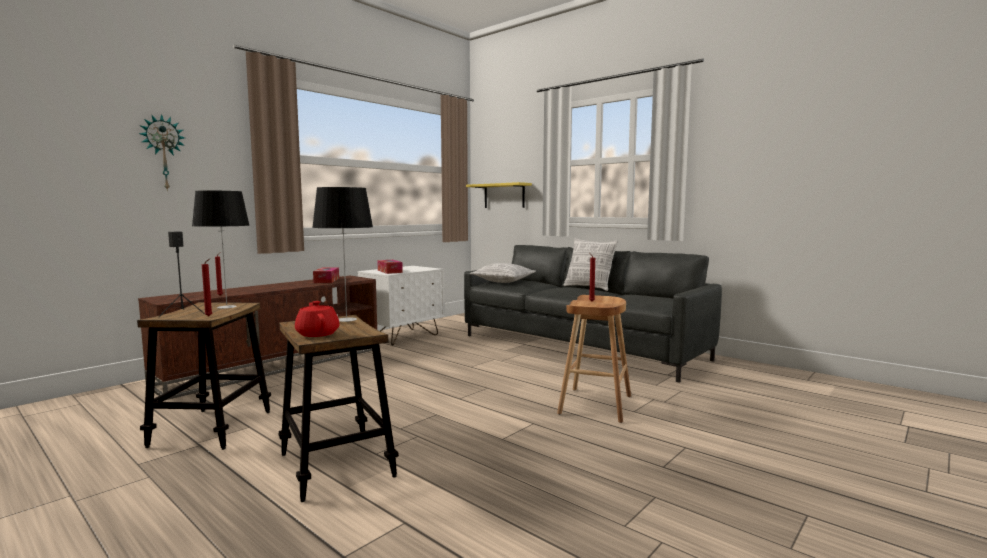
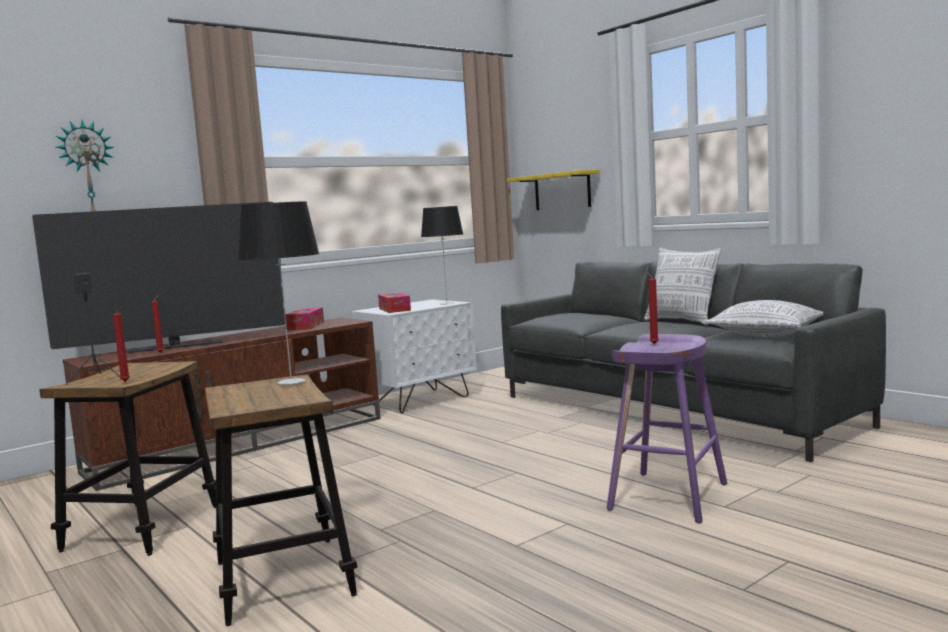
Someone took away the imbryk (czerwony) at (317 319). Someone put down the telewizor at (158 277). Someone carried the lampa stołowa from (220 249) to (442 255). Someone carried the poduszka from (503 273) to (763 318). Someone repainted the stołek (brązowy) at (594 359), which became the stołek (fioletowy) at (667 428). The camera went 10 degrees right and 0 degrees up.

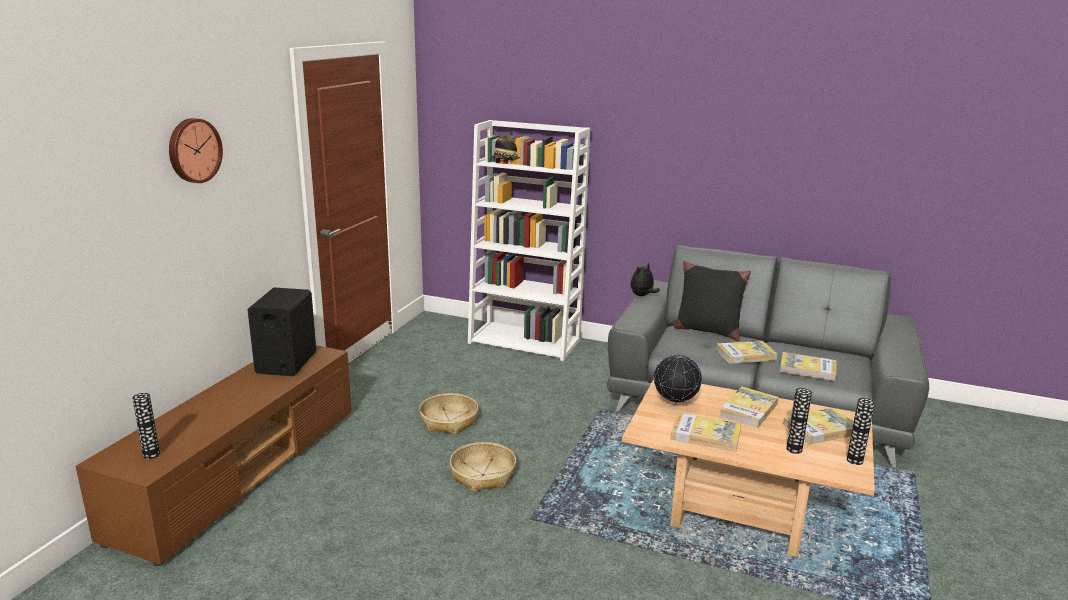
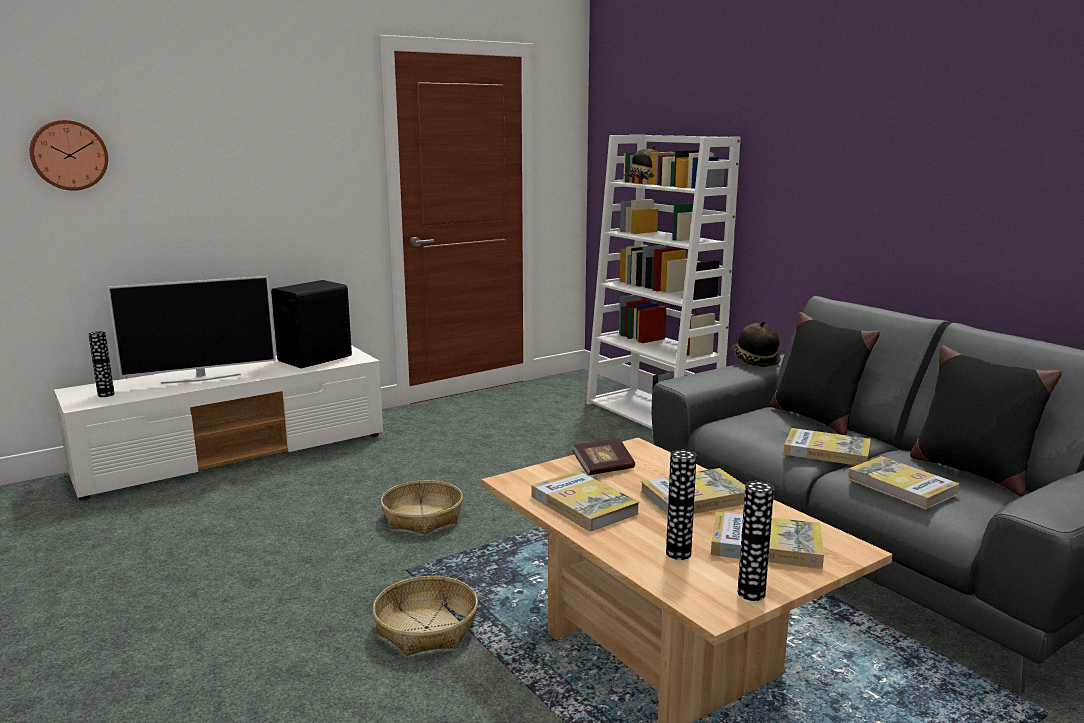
Someone put down the telewizor at (191 330). Someone put down the poduszka (czarny) at (986 421). Someone carried the zegar ścienny from (196 150) to (69 155). Someone carried the koszyk from (448 414) to (425 616). Someone swapped the pluszak at (645 279) for the kapelusz at (756 344). Someone swapped the globus at (677 378) for the książka at (603 456). Someone repainted the szafka pod telewizor (brązowy) at (214 455), which became the szafka pod telewizor (biały) at (218 422). The camera went 35 degrees right and 5 degrees down.

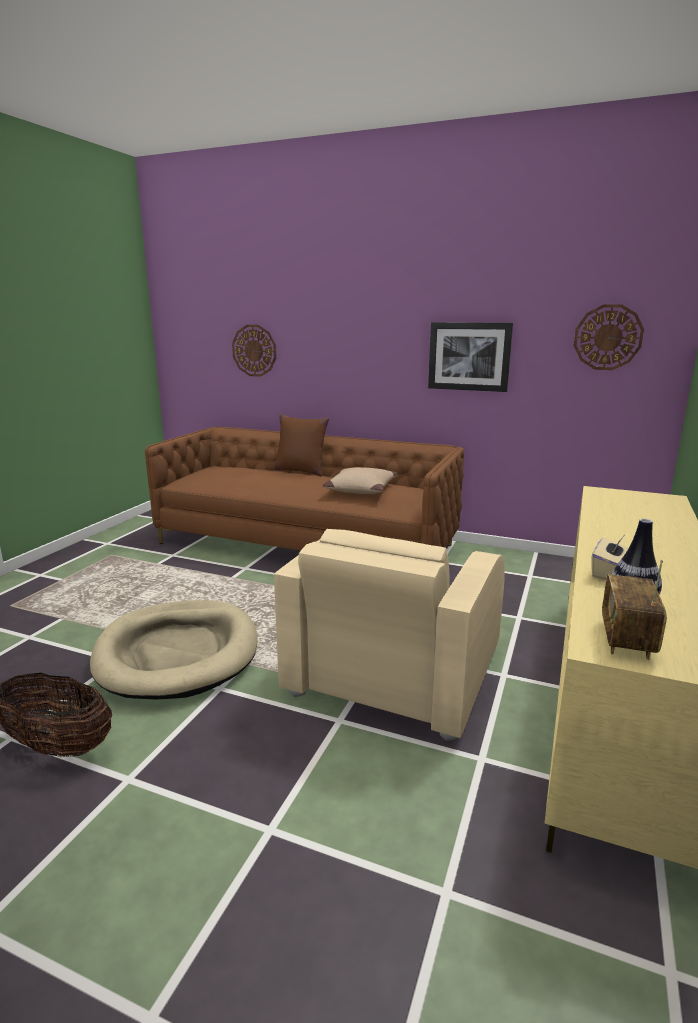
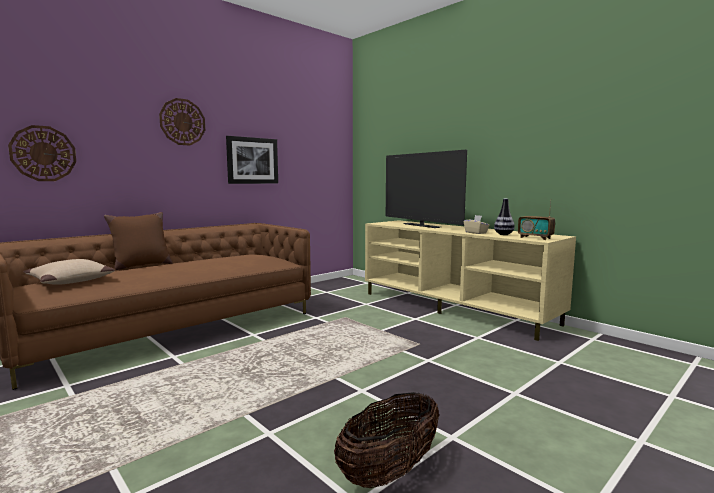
Someone took away the legowisko (beżowy) at (174 650). Someone took away the fotel (beżowy) at (389 635). Someone put down the telewizor at (426 189). Someone carried the poduszka (beżowy) from (360 480) to (69 272). Someone carried the zegar ścienny from (609 337) to (182 122). The camera went 65 degrees left and 10 degrees down.

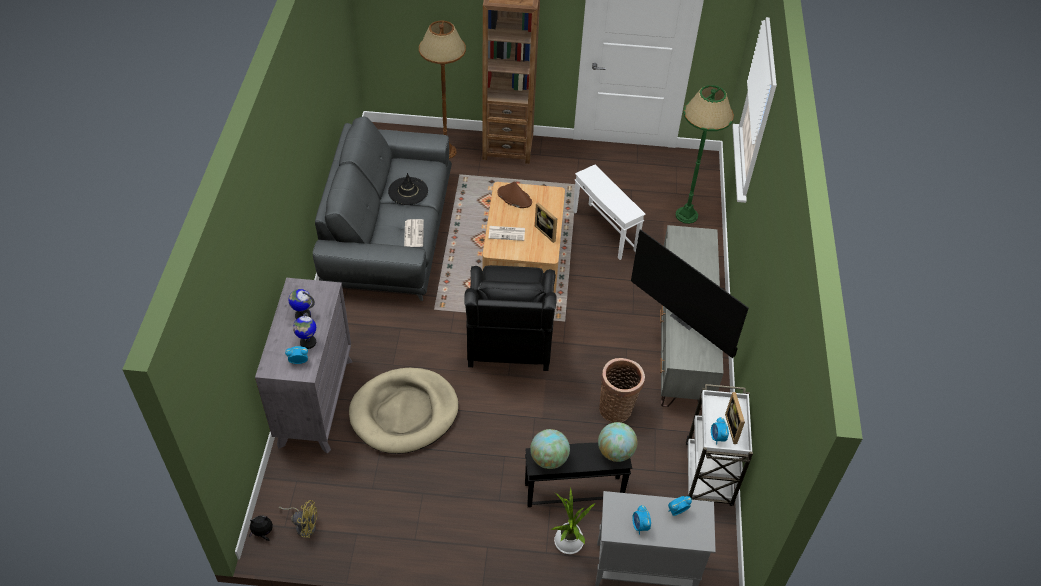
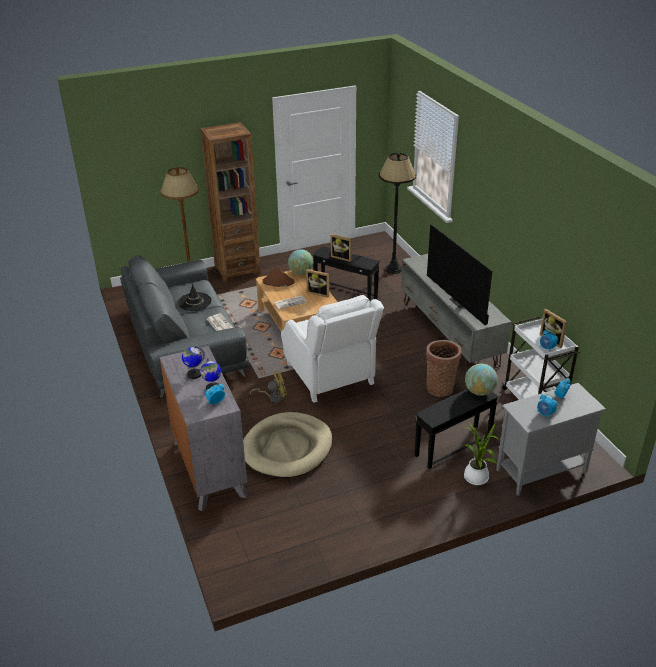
Someone took away the pluszak at (261 528). Someone put down the ramka na zdjęcie at (341 248). Someone carried the wentylator (żółty) from (298 519) to (268 387). Someone carried the globus from (550 449) to (300 262). Someone repainted the fotel (czarny) at (510 318), which became the fotel (biały) at (332 349). Someone repainted the stolik (biały) at (609 212), which became the stolik (czarny) at (346 273). Someone repainted the lampa stojąca (zielony) at (705 154), which became the lampa stojąca (czarny) at (397 213). Someone rotated the telewizor at (690 293) by 45 degrees clockwise. The camera went 25 degrees left and 15 degrees down.

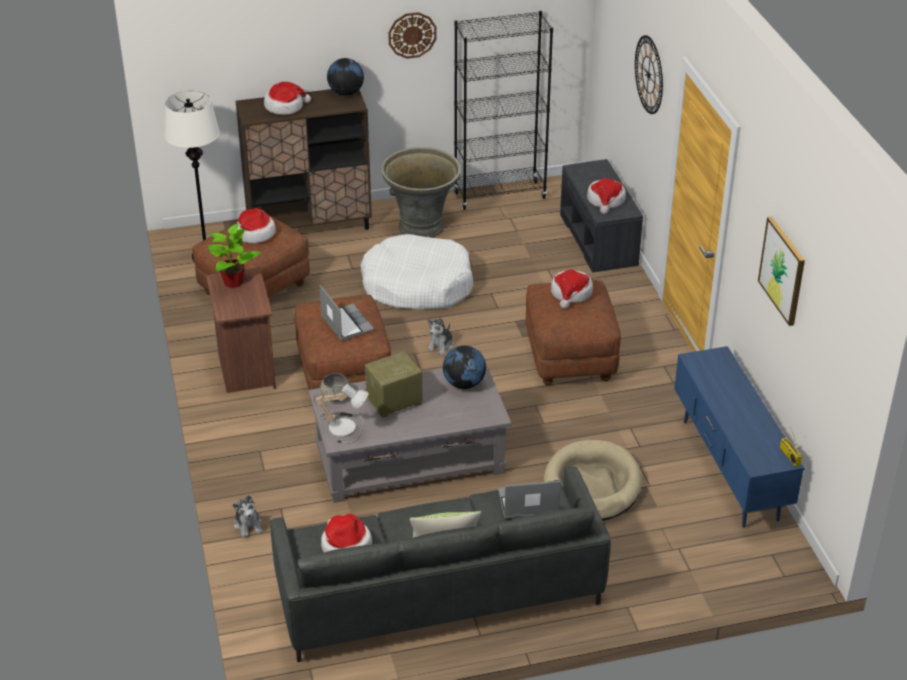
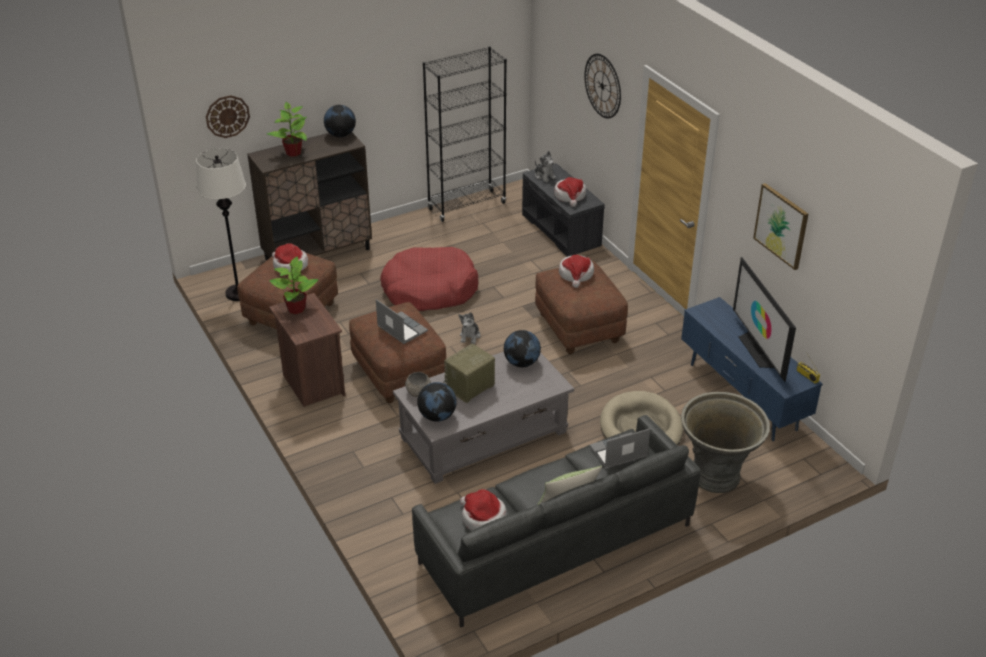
Someone put down the telewizor at (764 319). Someone carried the pluszak from (247 516) to (545 166). Someone carried the donica (szary) from (421 192) to (725 442). Someone carried the zegar ścienny from (412 35) to (228 116). Someone swapped the kapelusz at (287 98) for the roślina doniczkowa at (287 129). Someone swapped the lampa stołowa at (341 414) for the globus at (437 402). Someone repainted the legowisko (biały) at (416 272), which became the legowisko (czerwony) at (429 279). The camera went 15 degrees left and 0 degrees up.

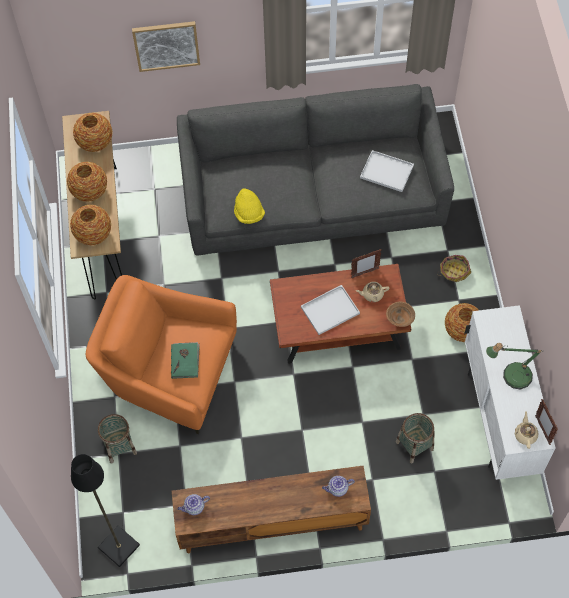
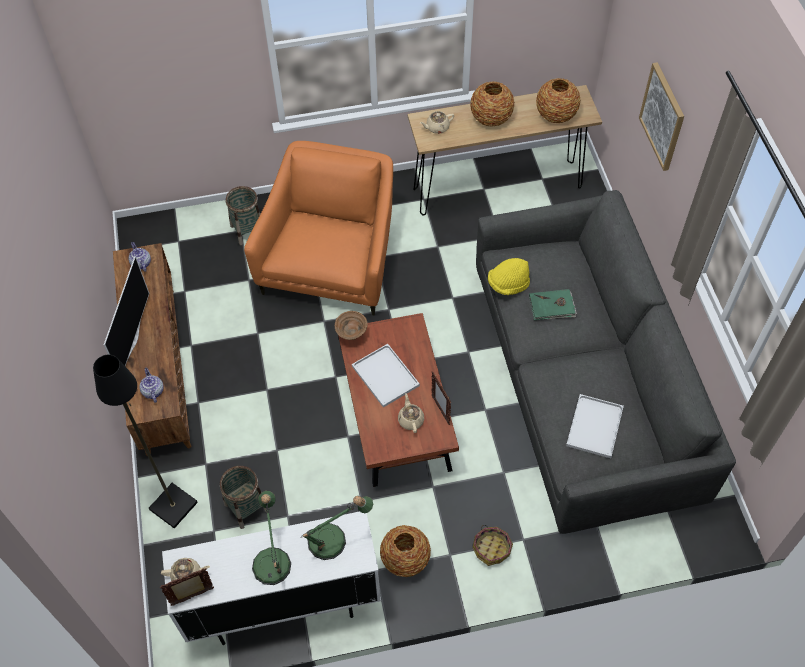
Someone put down the telewizor at (126 311). Someone put down the lampa stołowa at (336 528). Someone carried the lampa stojąca (czarny) from (105 510) to (145 441). Someone carried the książka (zielony) from (185 360) to (553 304). Someone carried the miska (brązowy) from (400 314) to (351 325). Someone swapped the wazon at (90 225) for the imbryk (beżowy) at (437 122). The camera went 85 degrees right and 5 degrees down.

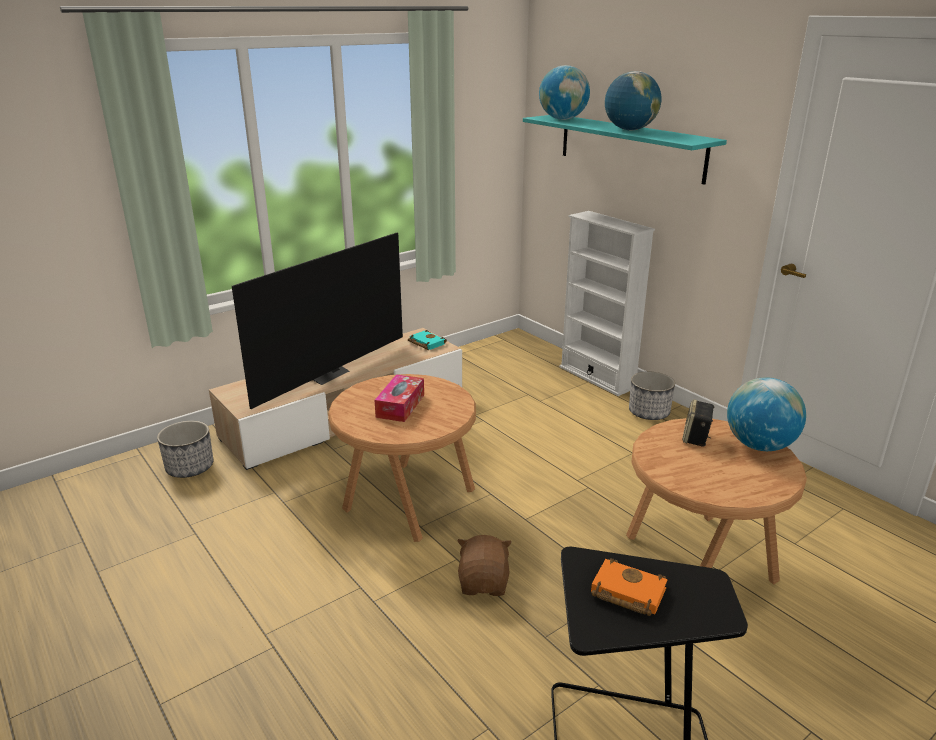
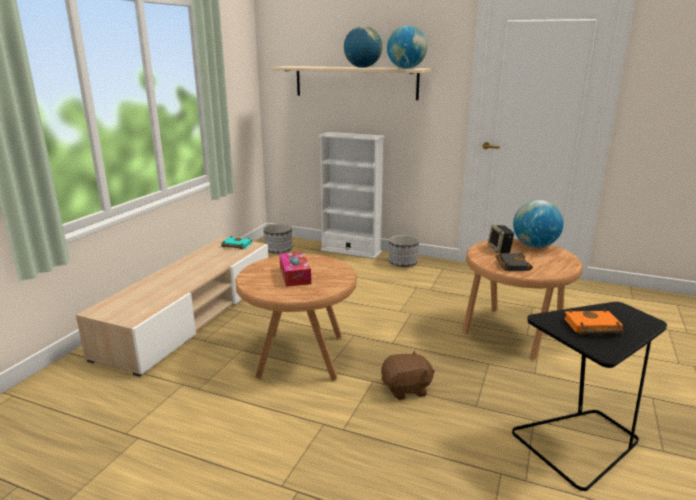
Someone took away the telewizor at (317 320). Someone put down the książka (czarny) at (514 262). Someone carried the donica from (185 449) to (277 239). Someone carried the globus from (564 92) to (407 47). Someone repainted the półka (turkusowy) at (625 150), which became the półka (beżowy) at (351 83). Someone rotated the pluszak (brązowy) at (484 565) by 105 degrees clockwise. The camera went 30 degrees left and 5 degrees down.

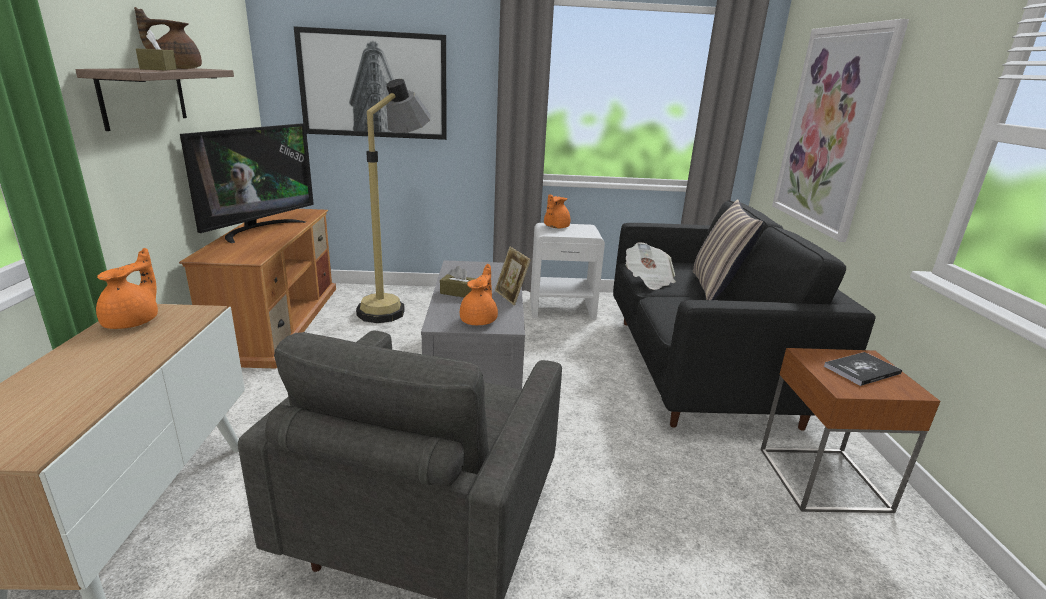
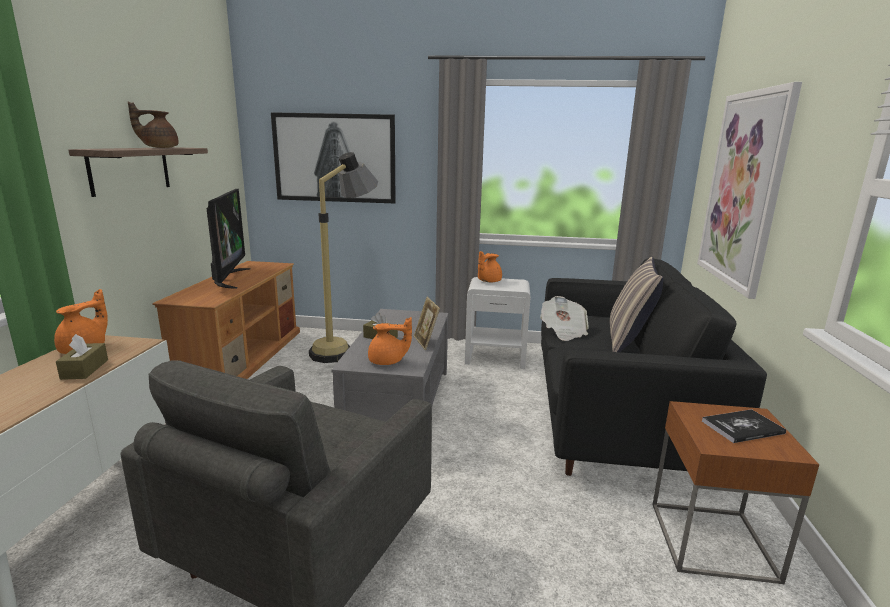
Someone carried the pudełko chusteczek (brązowy) from (156 50) to (82 357). Someone rotated the telewizor at (247 183) by 45 degrees counterclockwise. Someone rotated the imbryk (pomarańczowy) at (479 294) by 60 degrees clockwise. The camera went 10 degrees right and 5 degrees down.

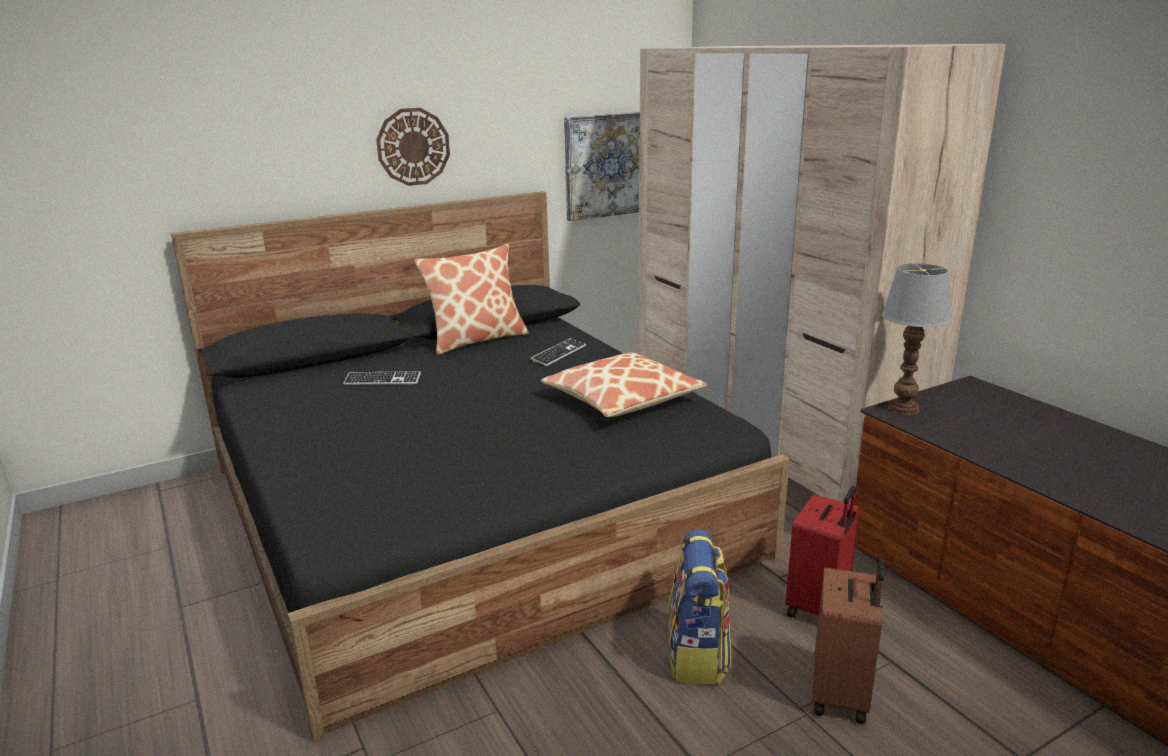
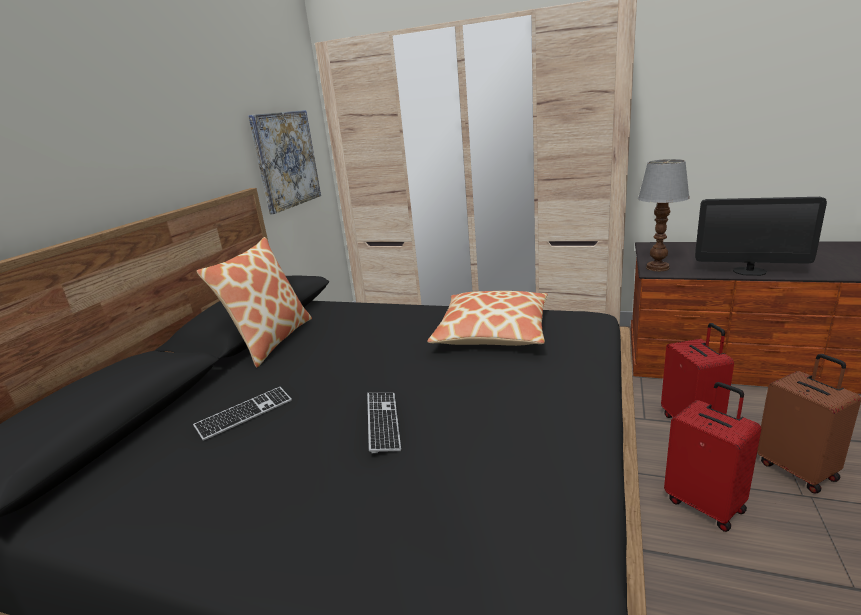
Someone took away the zegar ścienny at (413 147). Someone put down the monitor at (761 236). Someone carried the klawiatura from (558 352) to (384 423). Someone swapped the plecak at (699 607) for the walizka (czerwony) at (712 457). The camera went 40 degrees left and 0 degrees up.

